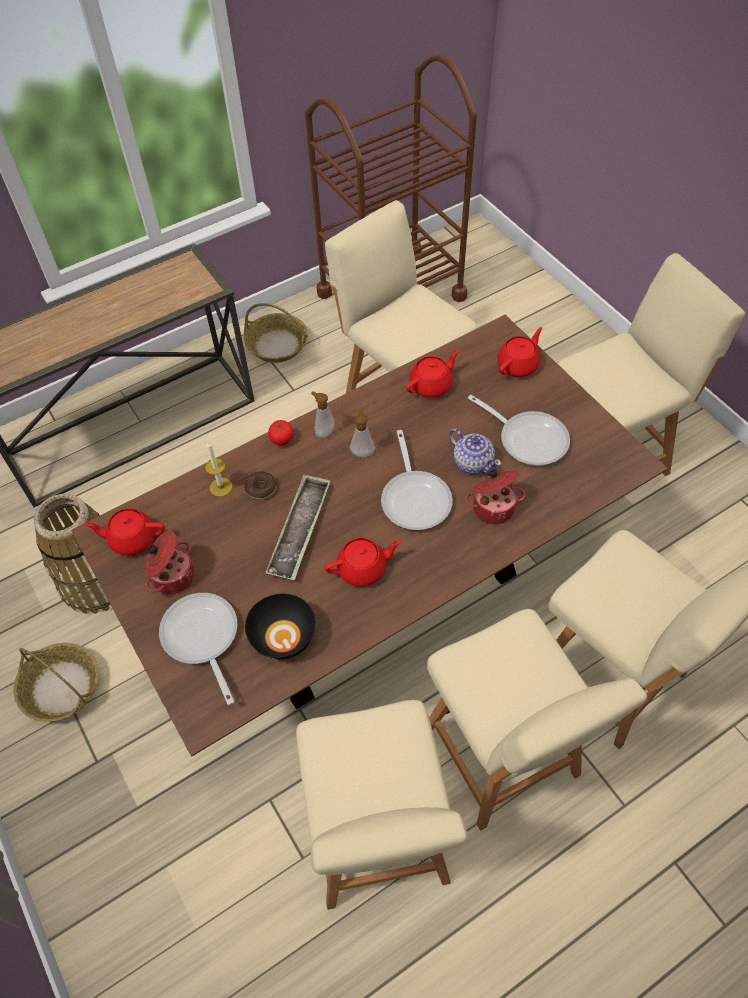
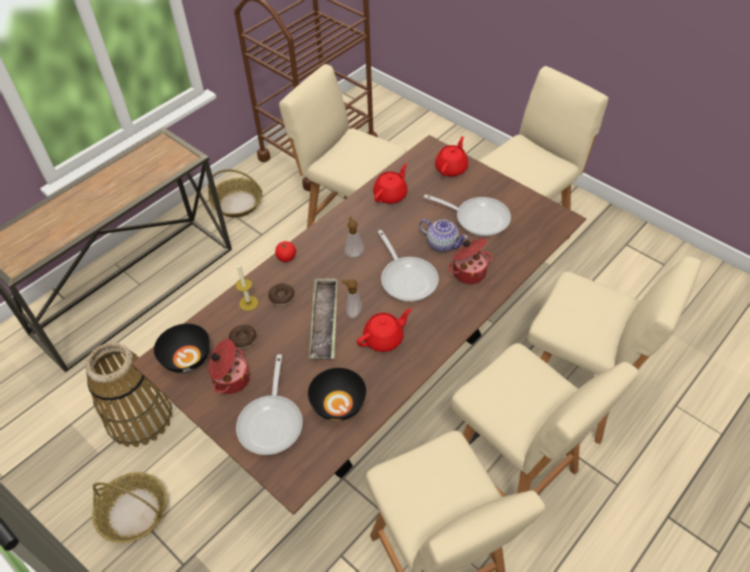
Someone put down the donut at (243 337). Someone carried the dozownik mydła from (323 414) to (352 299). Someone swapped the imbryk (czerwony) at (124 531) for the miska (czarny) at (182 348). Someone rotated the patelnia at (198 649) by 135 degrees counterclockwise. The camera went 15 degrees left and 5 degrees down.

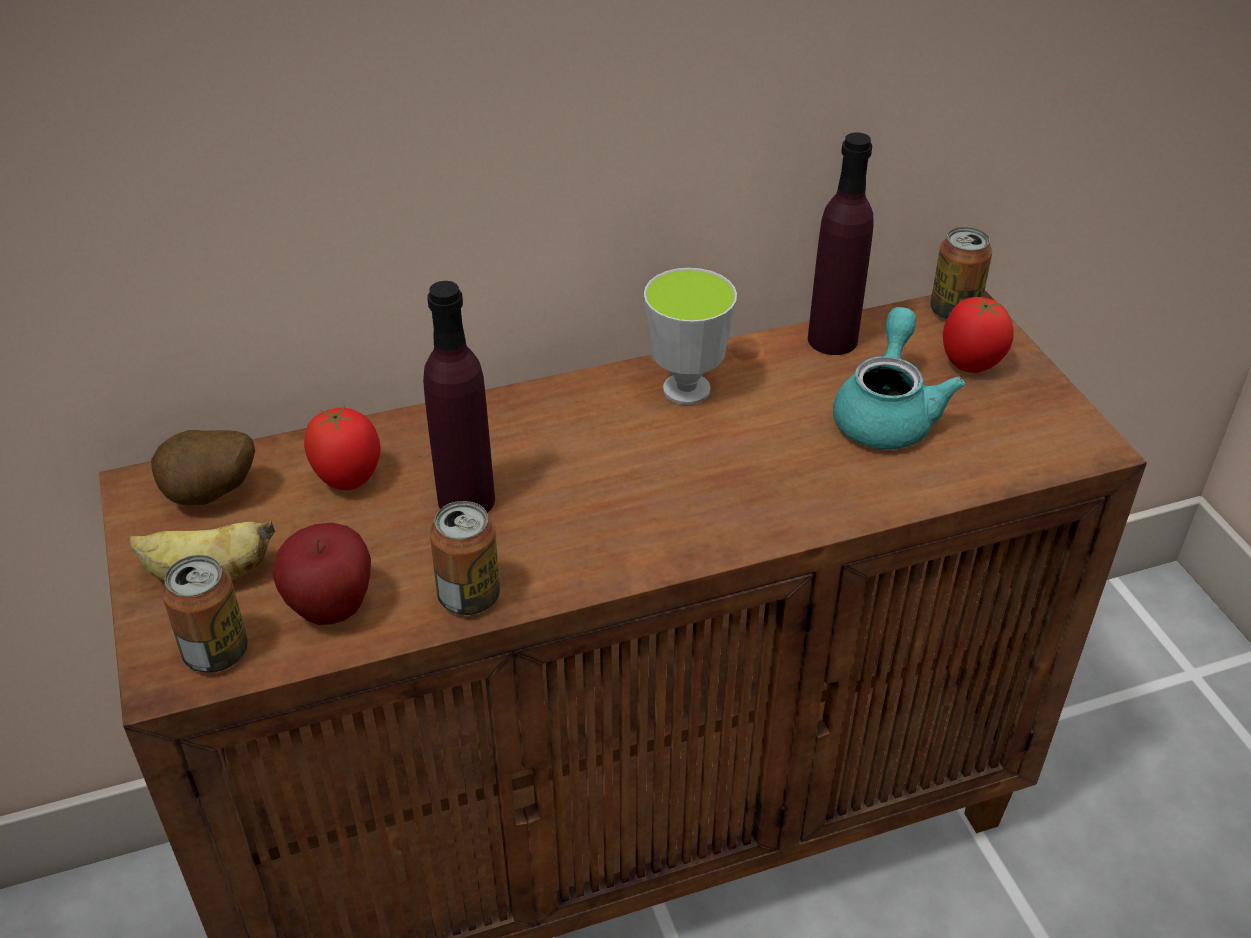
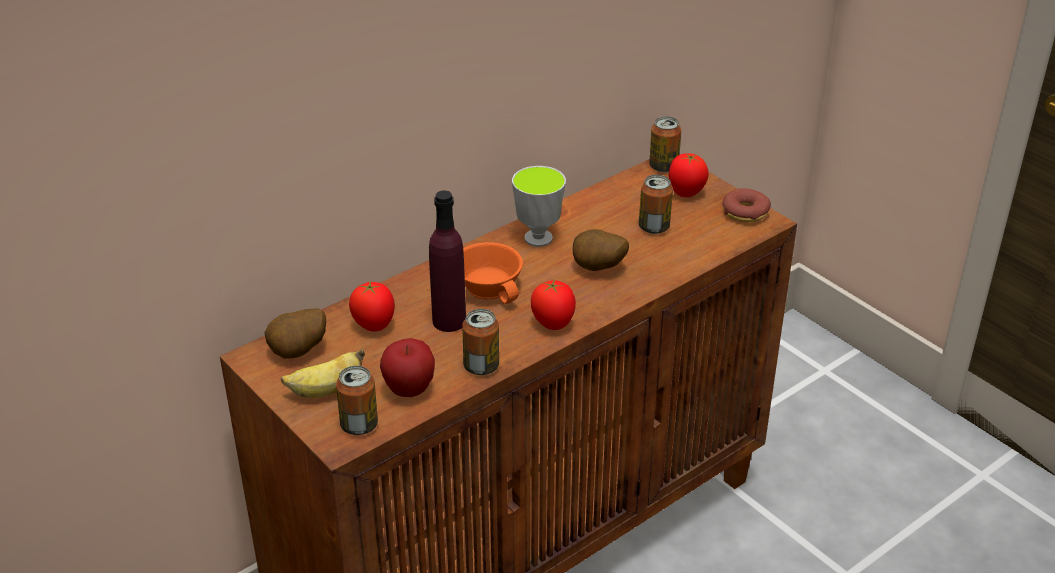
Someone took away the butelka (fioletowy) at (841 243). Someone put down the filiżanka (pomarańczowy) at (493 273). Someone put down the pomidor at (553 304). Someone put down the ziemniak at (601 250). Someone put down the donut at (746 205). Someone swapped the imbryk (turkusowy) at (899 378) for the puszka at (656 204). The camera went 20 degrees left and 5 degrees down.

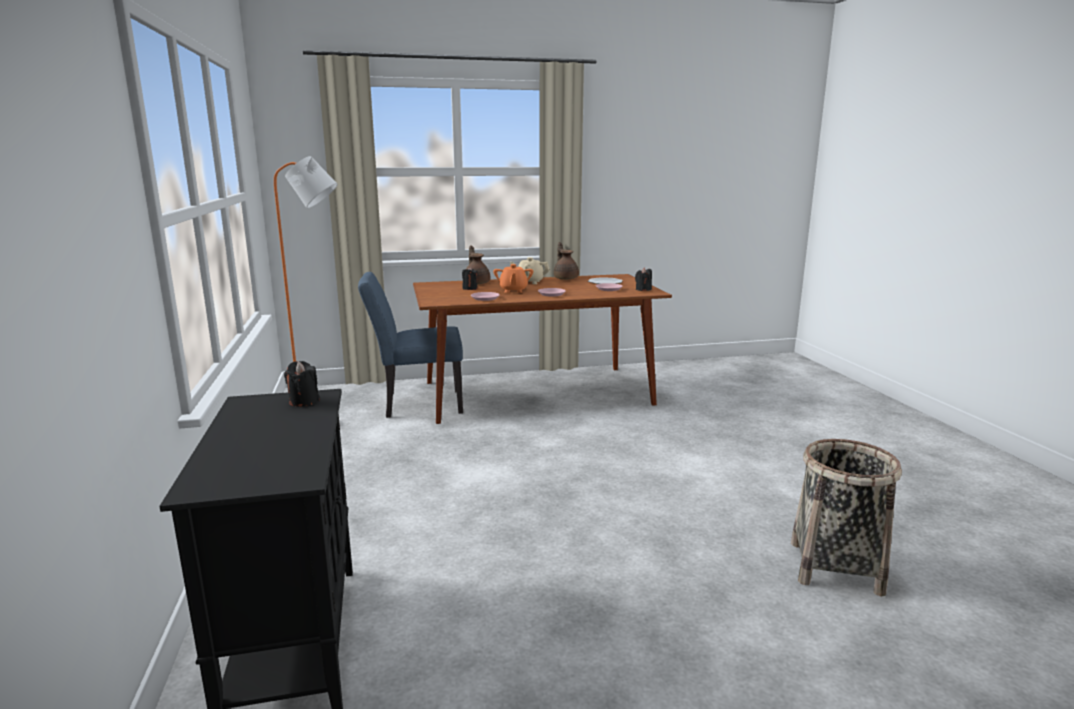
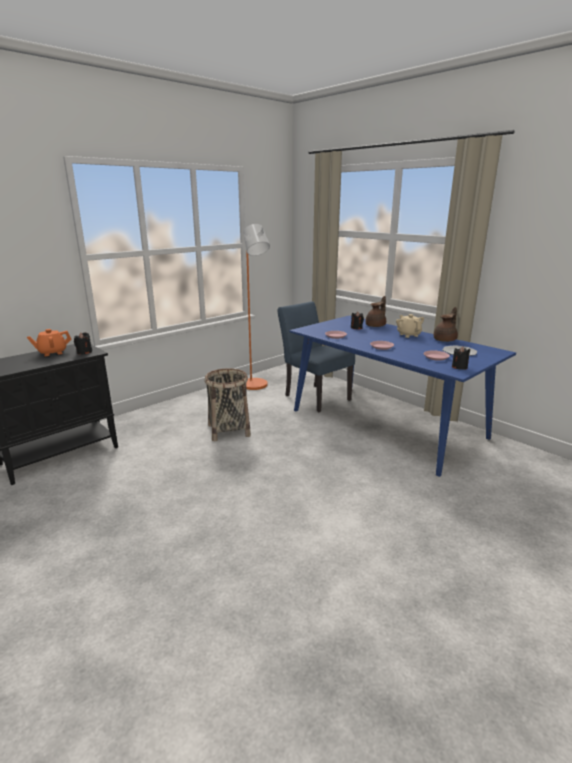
Someone carried the imbryk (pomarańczowy) from (513 278) to (49 342). Someone carried the koszyk from (846 517) to (227 404). Someone repainted the stół jadalny (brązowy) at (542 349), which became the stół jadalny (niebieski) at (403 396). The camera went 60 degrees right and 5 degrees up.

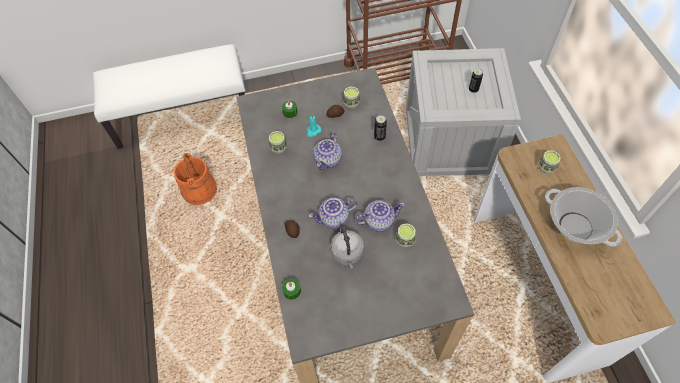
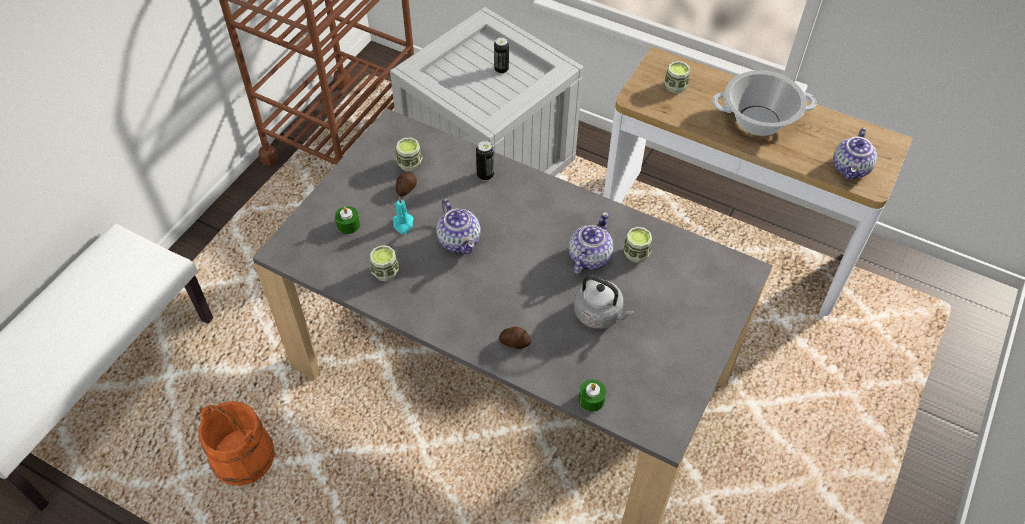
Someone carried the imbryk from (333 213) to (855 154). The camera went 50 degrees left and 5 degrees down.

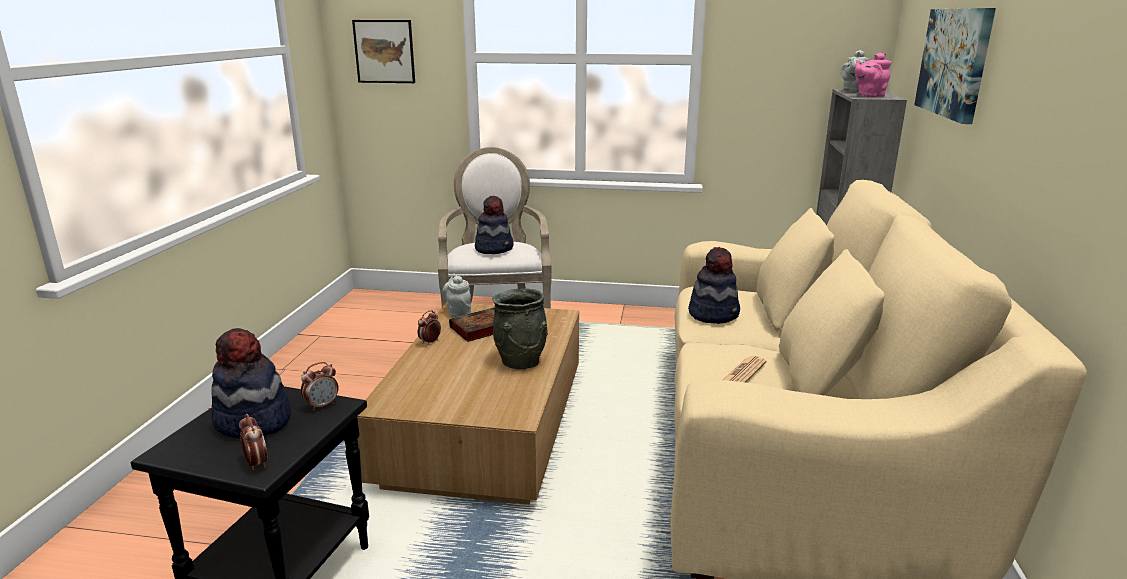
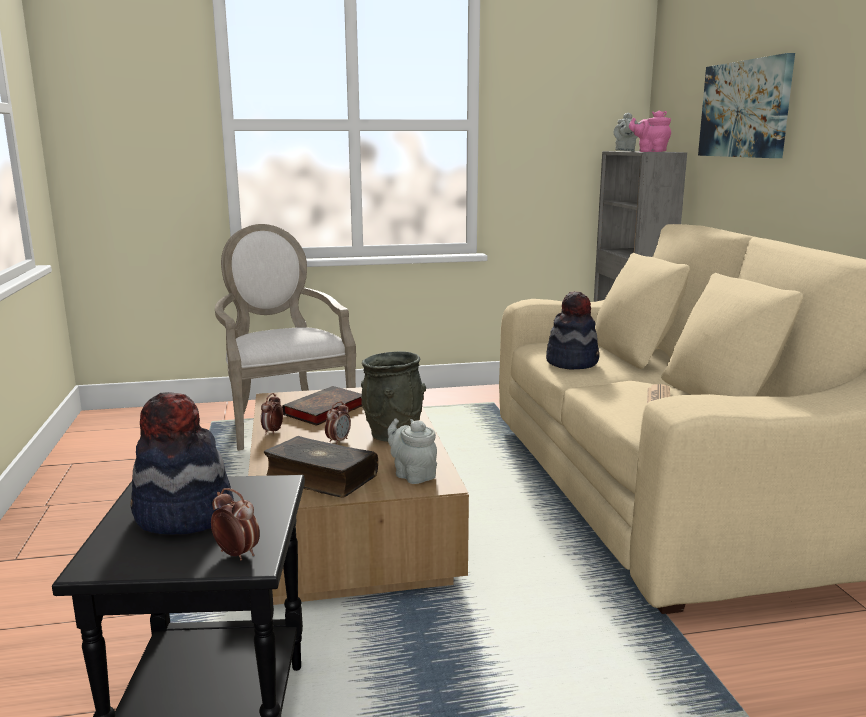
Someone took away the obraz at (383 51). Someone took away the kapelusz at (494 224). Someone put down the książka at (321 467). Someone carried the budzik from (319 386) to (338 423). Someone carried the imbryk (szary) from (456 296) to (412 451). Someone rotated the imbryk (różowy) at (873 75) by 75 degrees clockwise. The camera went 20 degrees left and 5 degrees down.

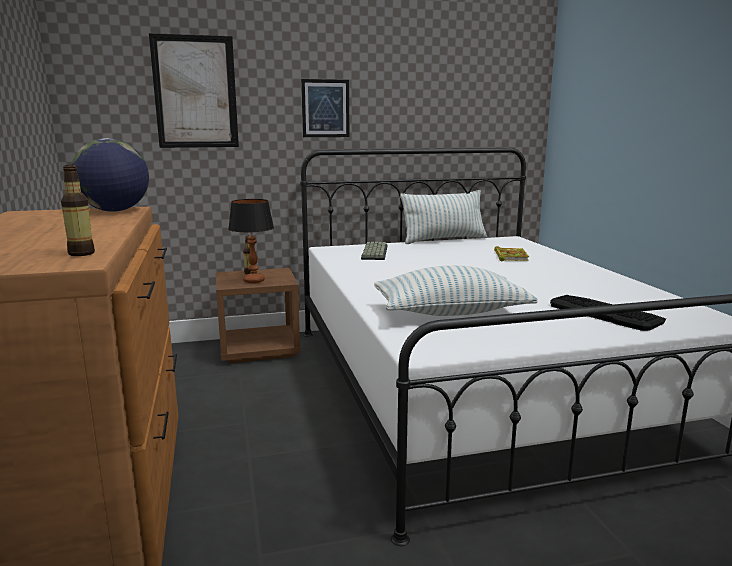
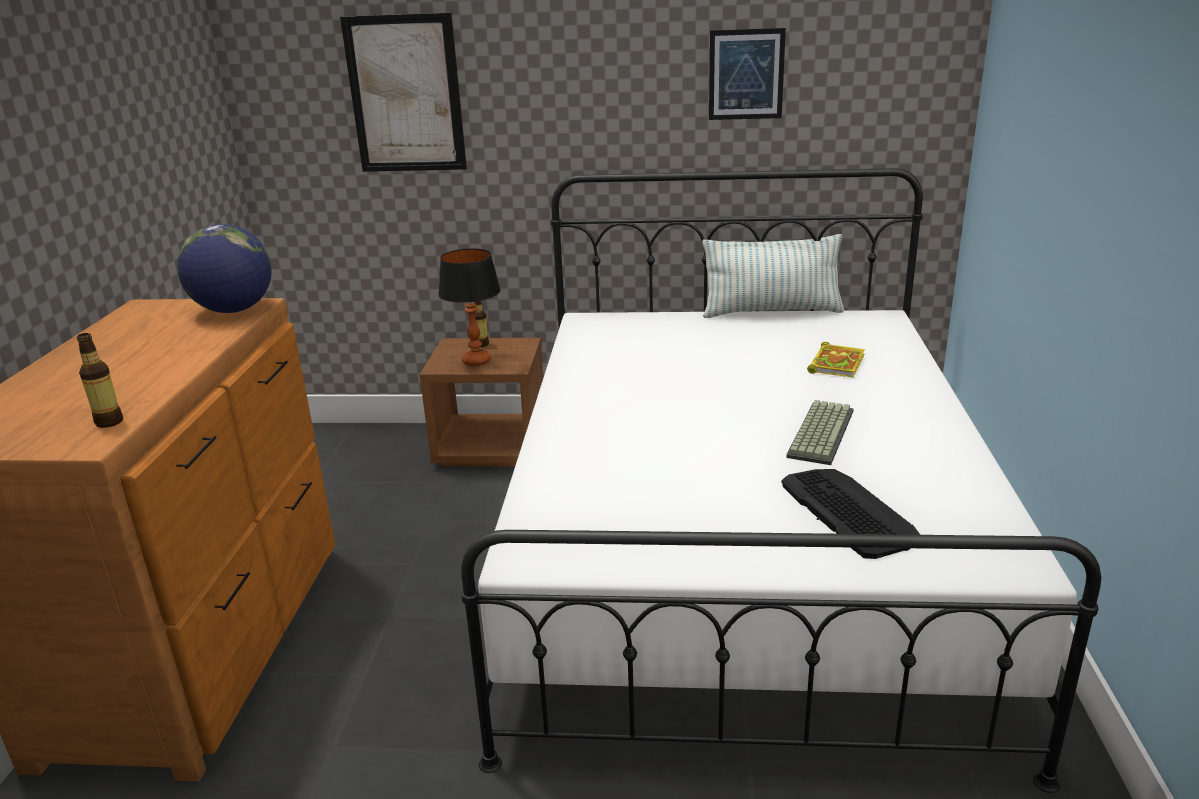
Someone took away the poduszka at (456 290). Someone carried the obraz from (325 108) to (747 74). Someone carried the klawiatura from (374 251) to (820 432). The camera went 20 degrees right and 10 degrees up.

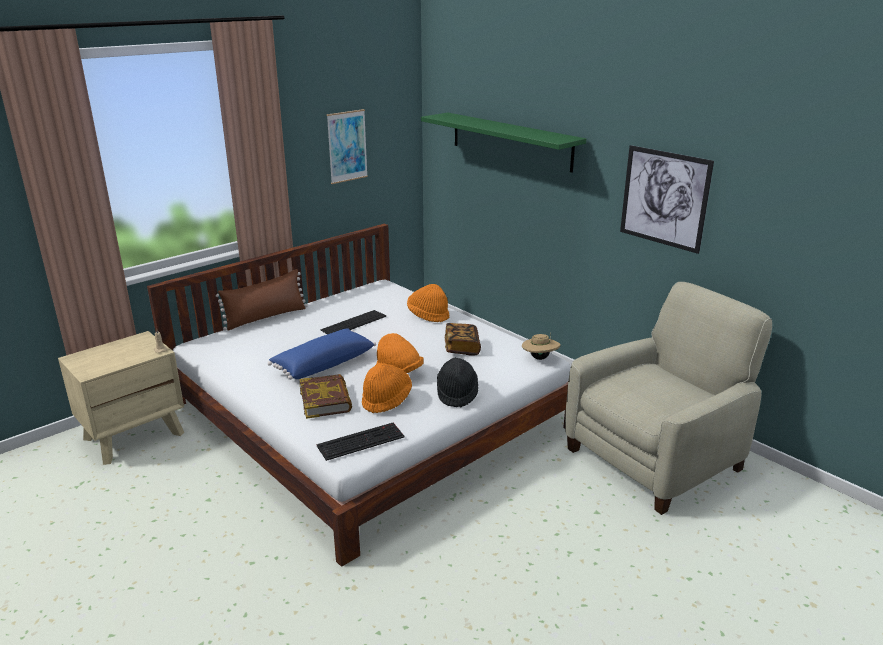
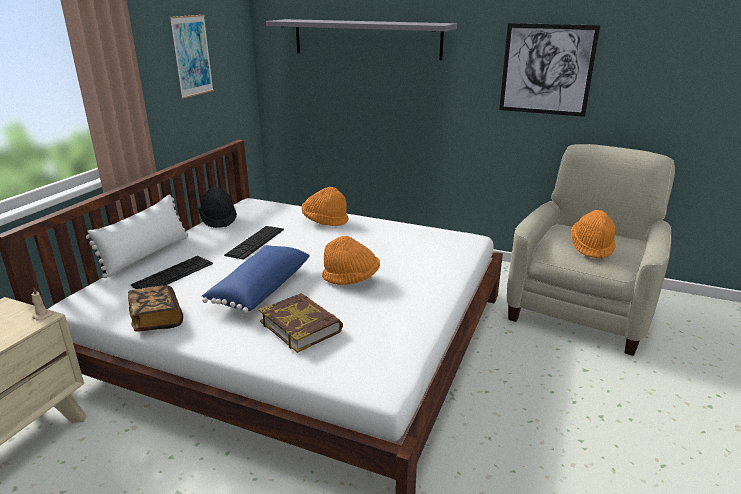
Someone took away the kapelusz (beżowy) at (541 346). Someone carried the klawiatura from (361 442) to (172 272). Someone carried the kapelusz (pomarańczowy) from (387 388) to (593 234). Someone carried the kapelusz (czarny) from (457 383) to (217 207). Someone carried the książka from (463 339) to (155 308). Someone repainted the poduszka (brązowy) at (262 300), which became the poduszka (biały) at (137 236). Someone repainted the półka (zielony) at (503 143), which became the półka (szary) at (361 39). The camera went 25 degrees left and 0 degrees up.

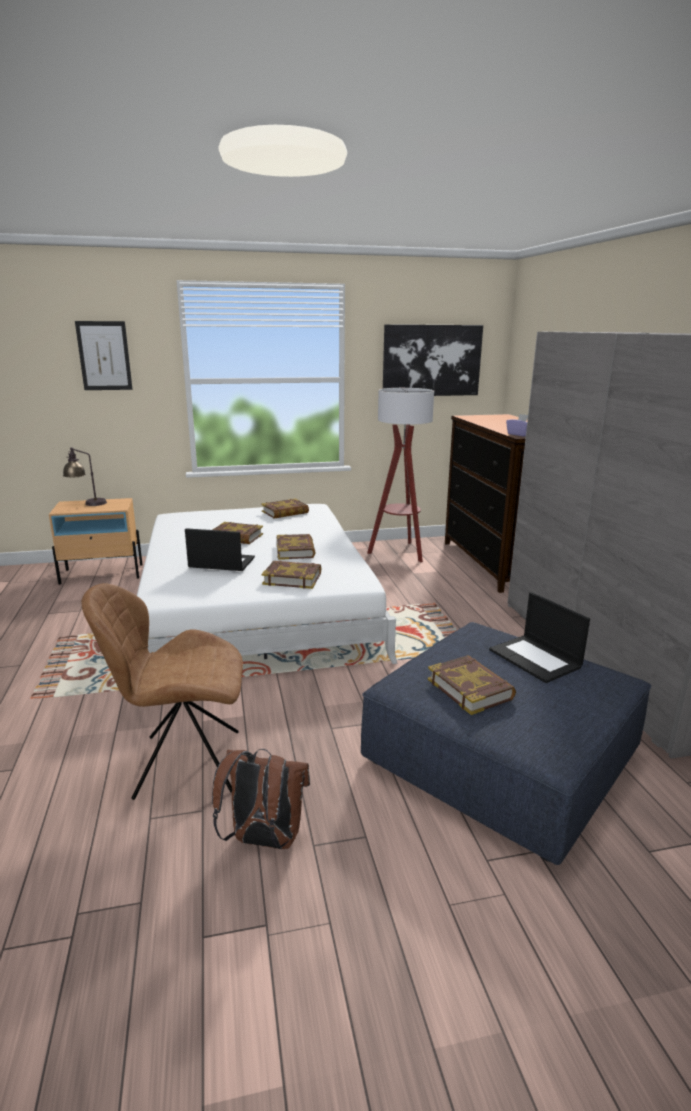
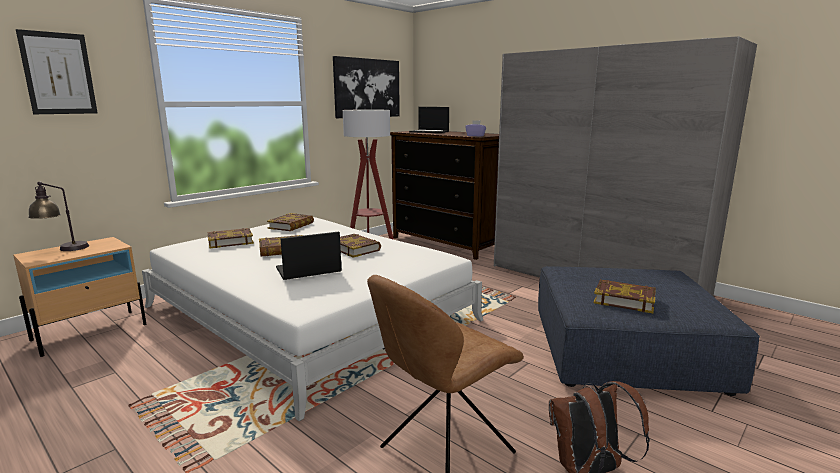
Someone carried the książka from (291 575) to (231 238). Someone carried the laptop from (539 637) to (429 120). The camera went 35 degrees left and 5 degrees down.

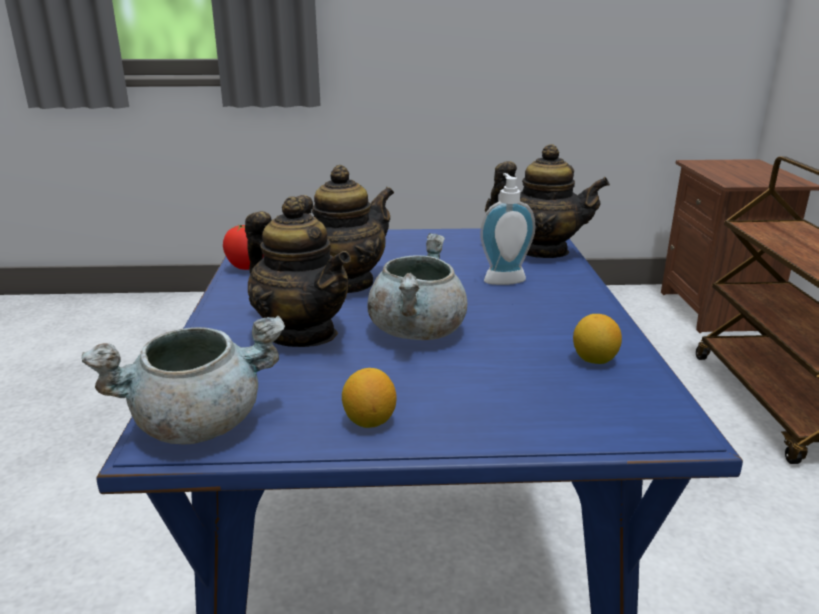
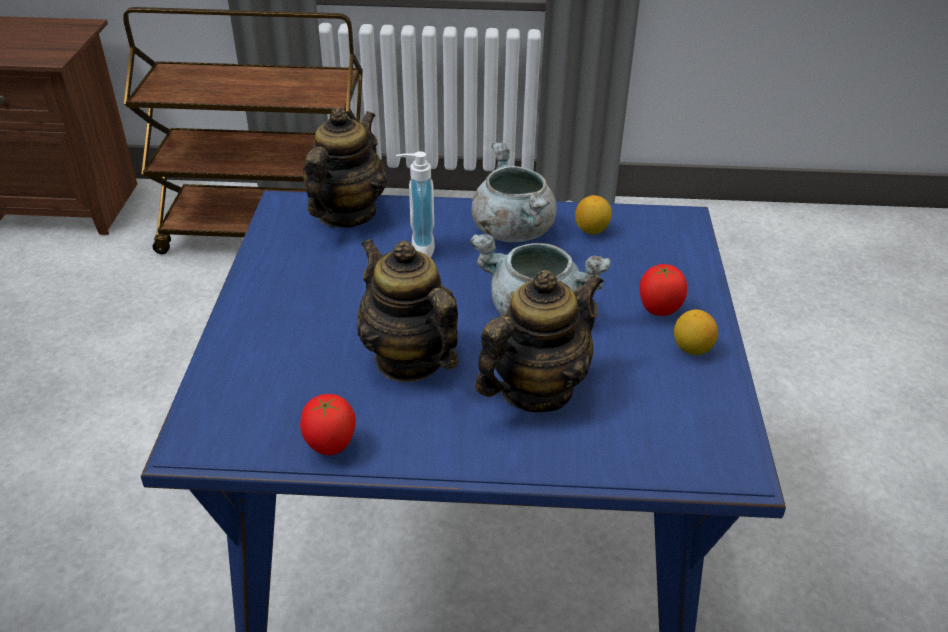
Someone put down the pomidor at (663 290). Someone carried the garnek (szary) from (183 380) to (514 192). The camera went 85 degrees left and 15 degrees up.

